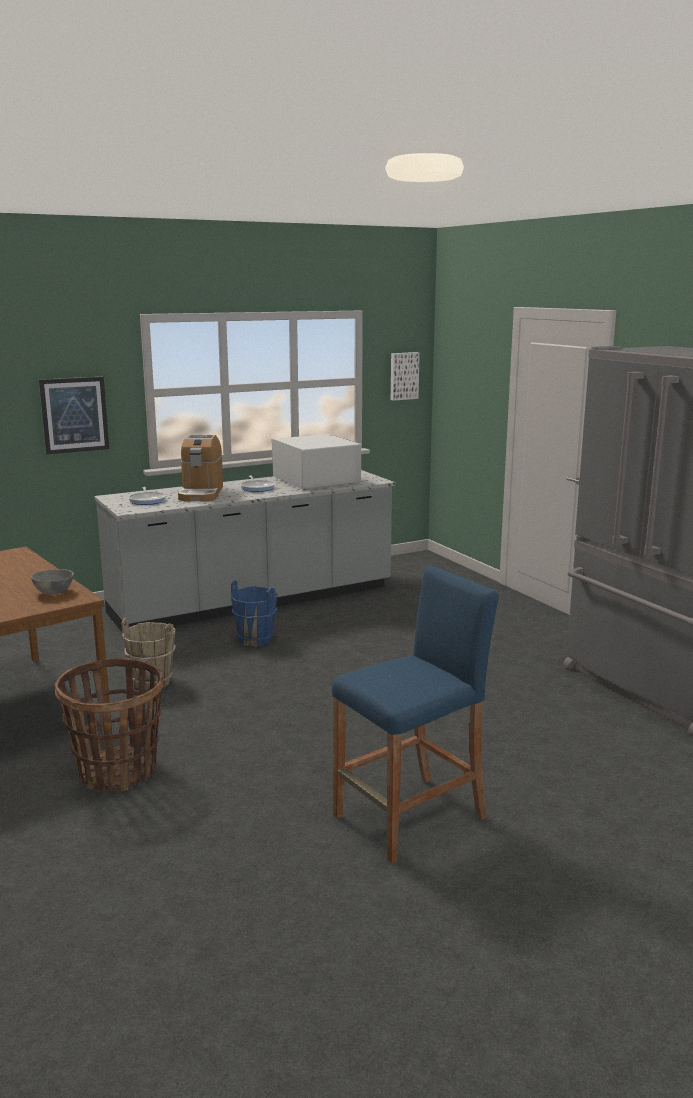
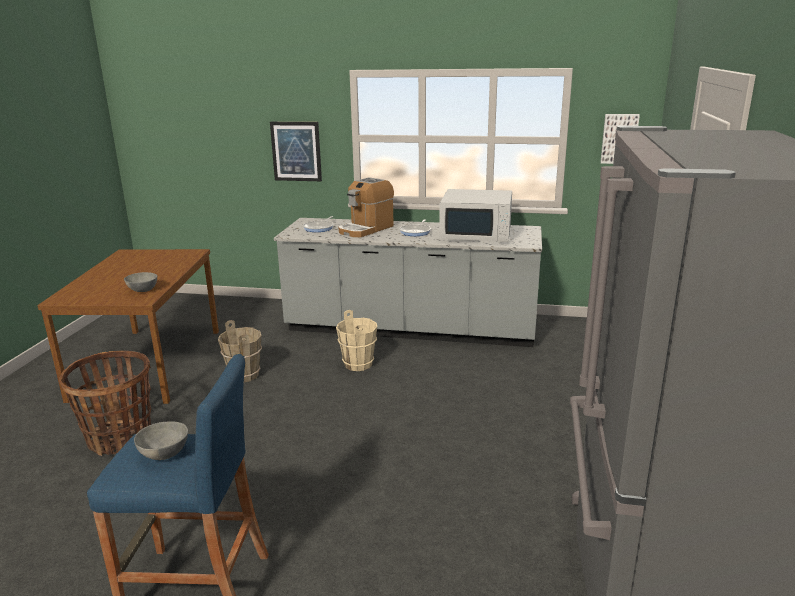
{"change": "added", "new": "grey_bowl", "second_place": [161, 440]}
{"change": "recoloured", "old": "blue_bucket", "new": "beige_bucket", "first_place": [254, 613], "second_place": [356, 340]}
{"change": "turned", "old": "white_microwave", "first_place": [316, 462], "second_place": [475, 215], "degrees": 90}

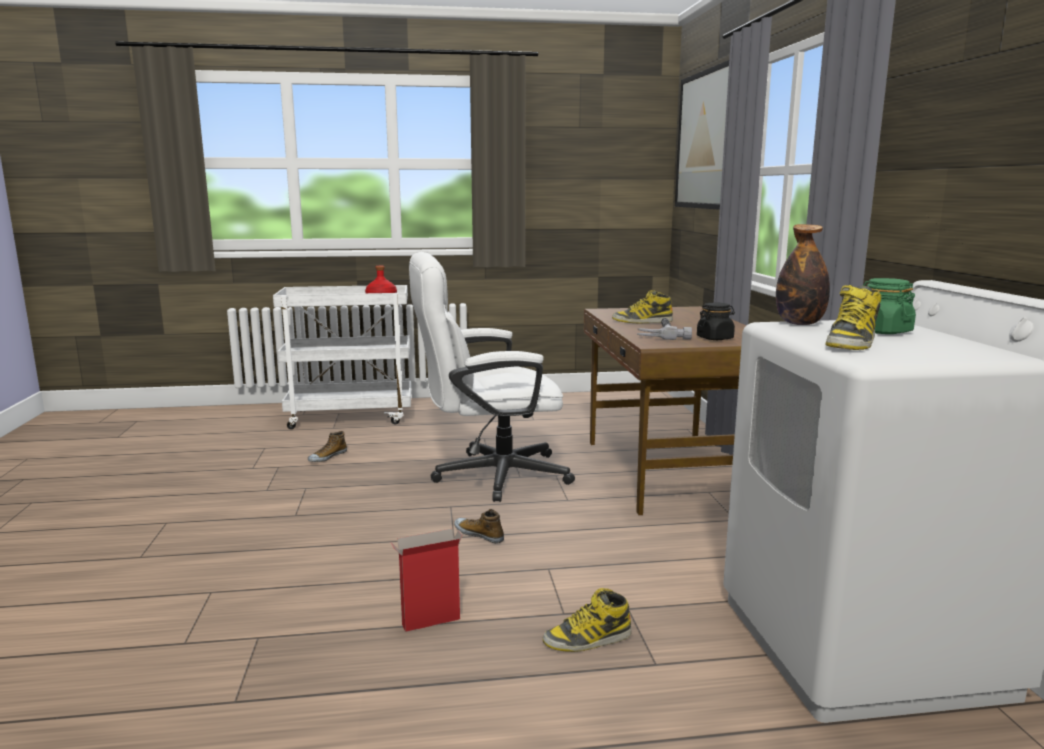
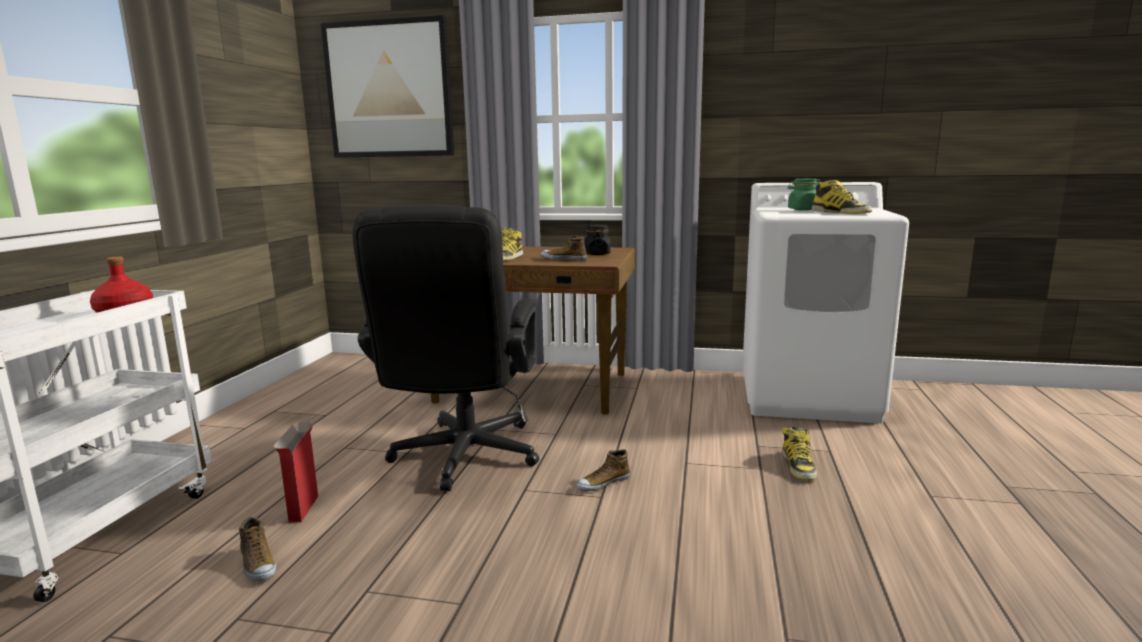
{"change": "removed", "old": "bottle", "first_place": [803, 274]}
{"change": "moved", "old": "cardboard_box", "first_place": [427, 580], "second_place": [295, 472]}
{"change": "replaced", "old": "hammer", "new": "shoe", "first_place": [664, 329], "second_place": [564, 248]}
{"change": "recoloured", "old": "white_office_chair", "new": "black_office_chair", "first_place": [492, 377], "second_place": [446, 347]}

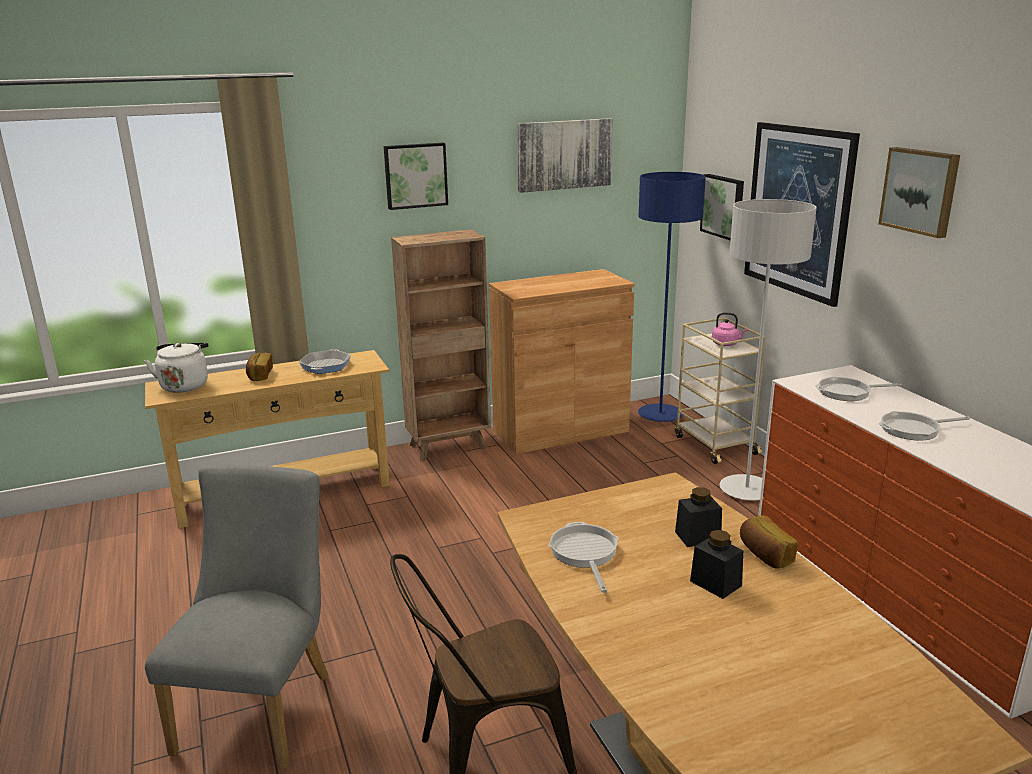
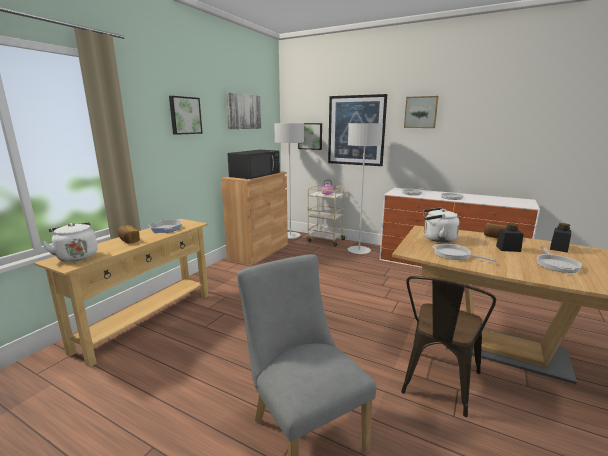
{"change": "removed", "old": "brown_bookcase", "first_place": [441, 345]}
{"change": "added", "new": "black_microwave", "second_place": [253, 164]}
{"change": "added", "new": "white_kettle", "second_place": [441, 225]}
{"change": "added", "new": "frying_pan", "second_place": [559, 259]}
{"change": "moved", "old": "black_jar", "first_place": [698, 517], "second_place": [560, 238]}
{"change": "recoloured", "old": "blue_floor_lamp", "new": "grey_floor_lamp", "first_place": [672, 297], "second_place": [289, 181]}

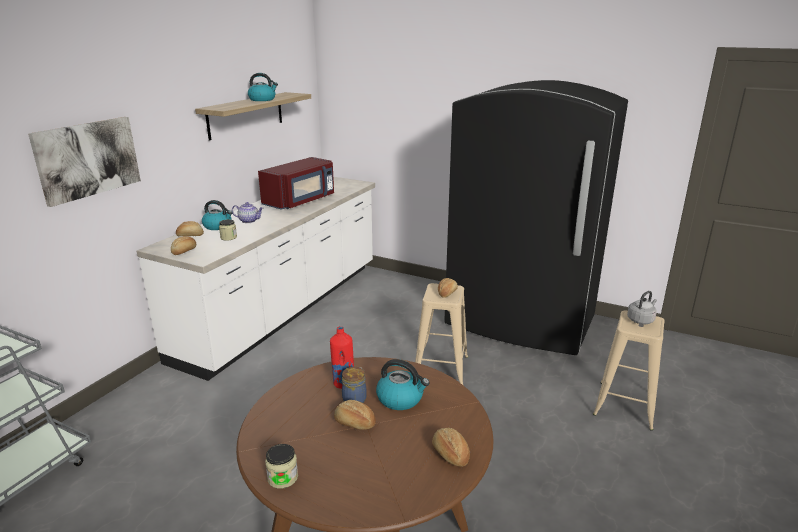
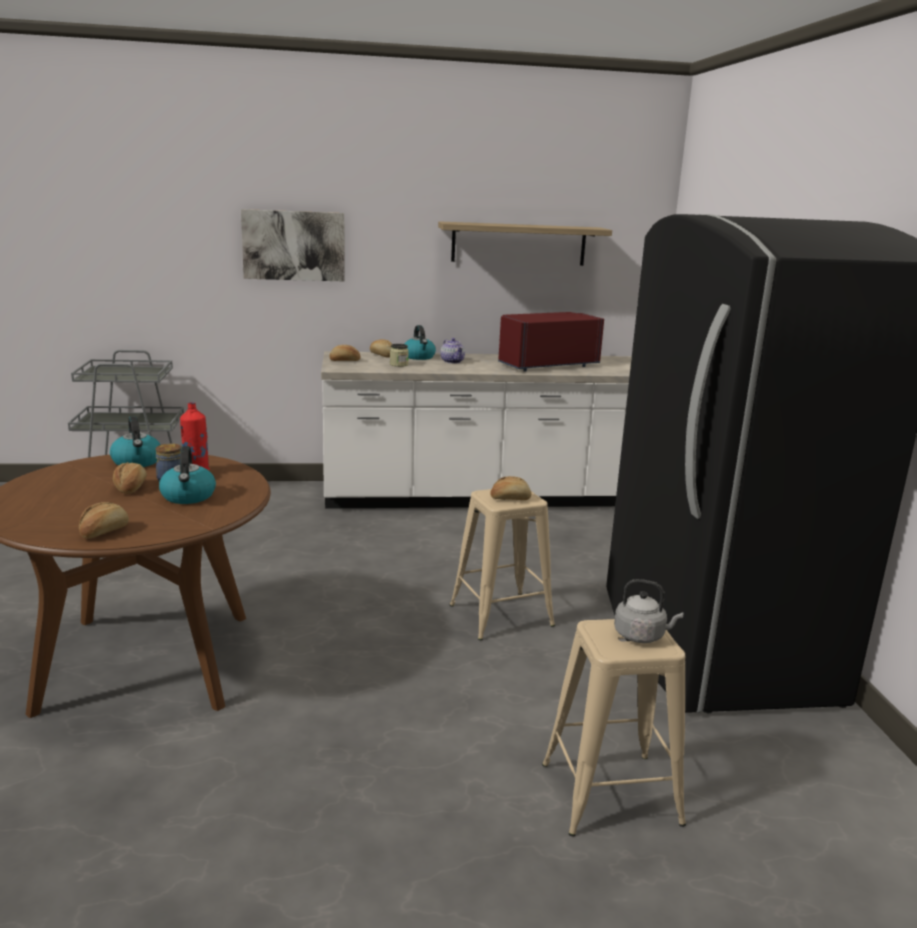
{"change": "removed", "old": "jar", "first_place": [281, 466]}
{"change": "moved", "old": "kettle", "first_place": [263, 87], "second_place": [135, 441]}
{"change": "turned", "old": "red_microwave", "first_place": [296, 183], "second_place": [551, 342], "degrees": 150}

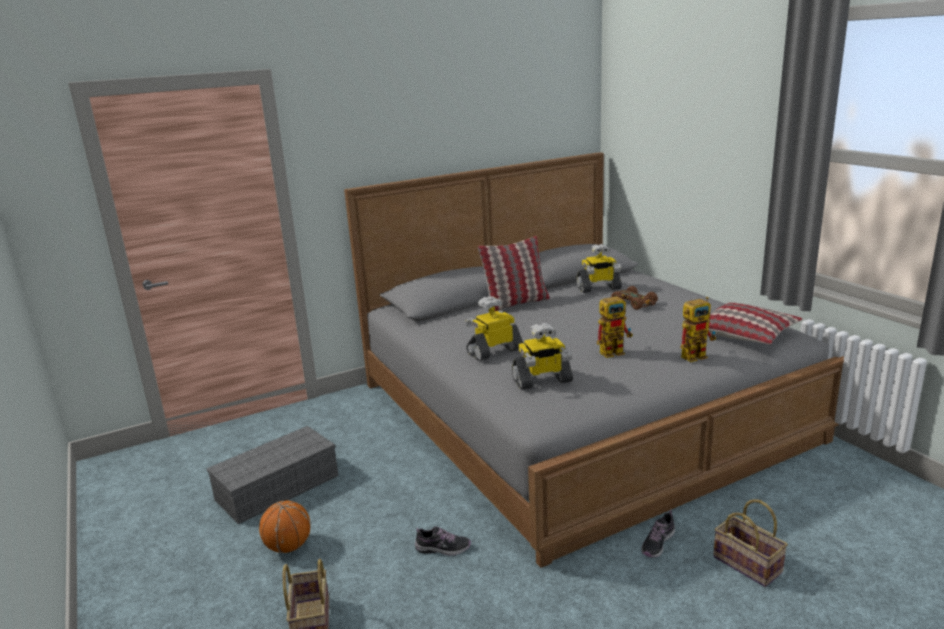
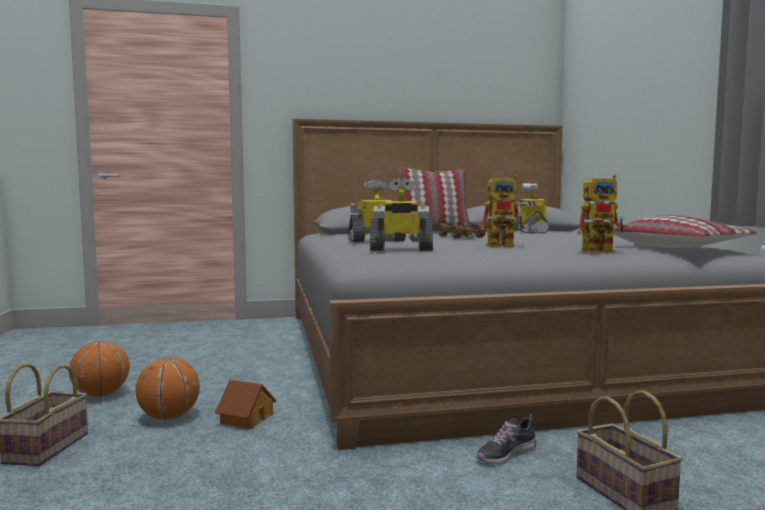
{"change": "removed", "old": "grey_storage_box", "first_place": [272, 475]}
{"change": "added", "new": "basketball", "second_place": [168, 388]}
{"change": "moved", "old": "brown_toy_car", "first_place": [634, 298], "second_place": [462, 231]}
{"change": "replaced", "old": "shoe", "new": "toy_house", "first_place": [443, 540], "second_place": [245, 404]}
{"change": "turned", "old": "toy_robot", "first_place": [599, 268], "second_place": [533, 208], "degrees": 90}

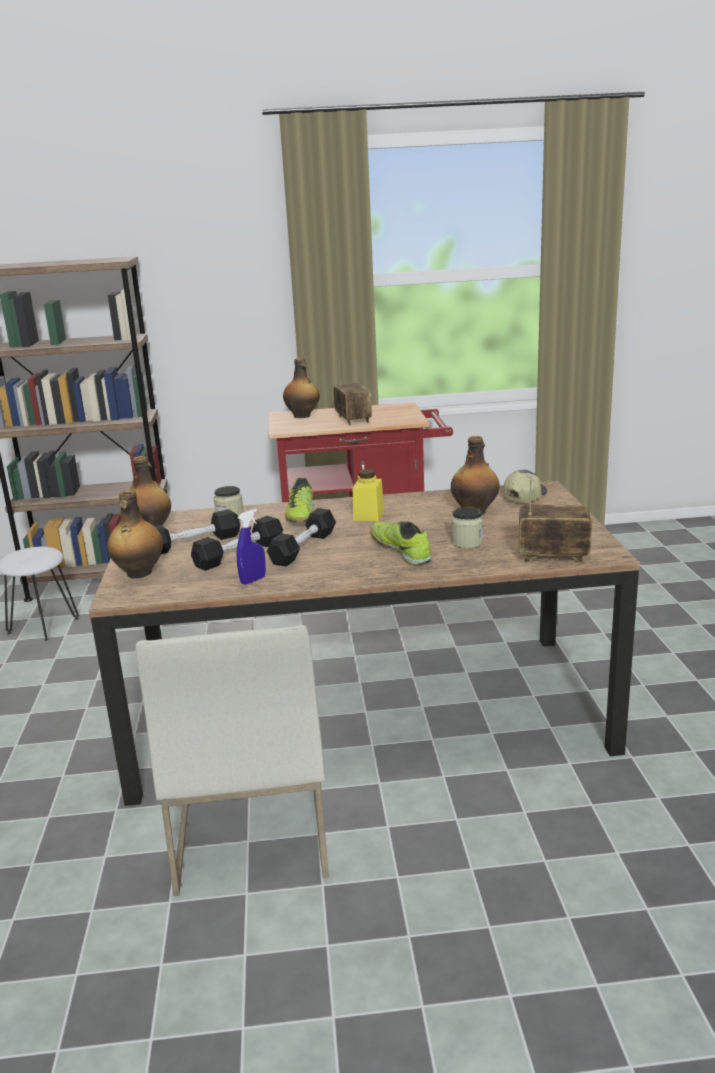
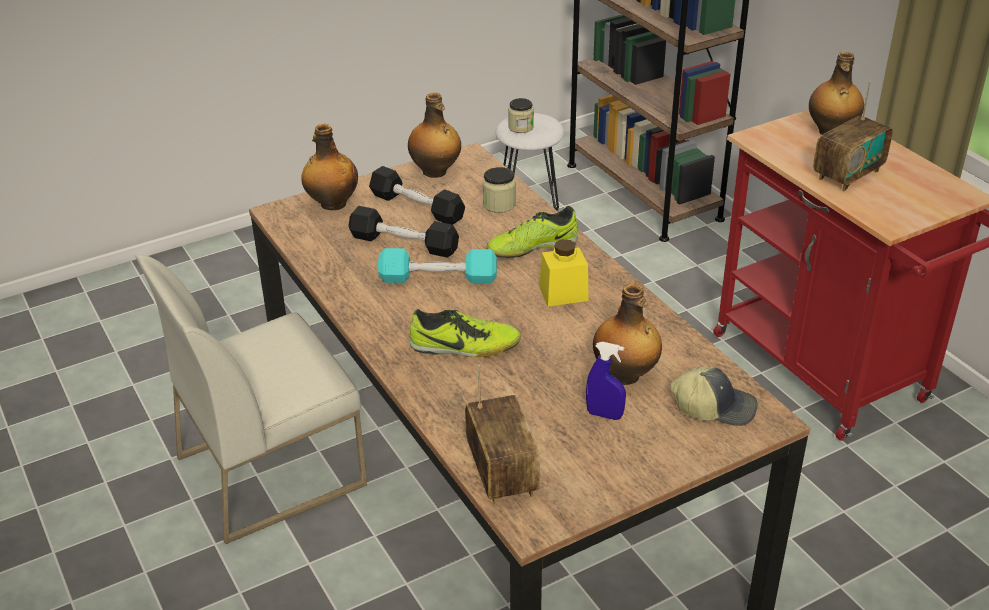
{"change": "moved", "old": "blue_spray_bottle", "first_place": [251, 547], "second_place": [606, 381]}
{"change": "moved", "old": "jar", "first_place": [467, 528], "second_place": [521, 115]}
{"change": "recoloured", "old": "black_dumbbell", "new": "turquoise_dumbbell", "first_place": [301, 537], "second_place": [437, 266]}
{"change": "turned", "old": "shoe", "first_place": [401, 543], "second_place": [465, 333], "degrees": 60}

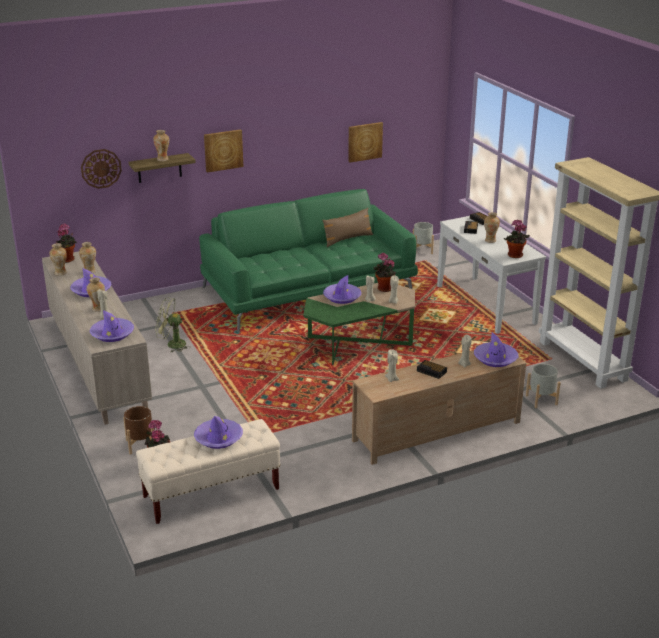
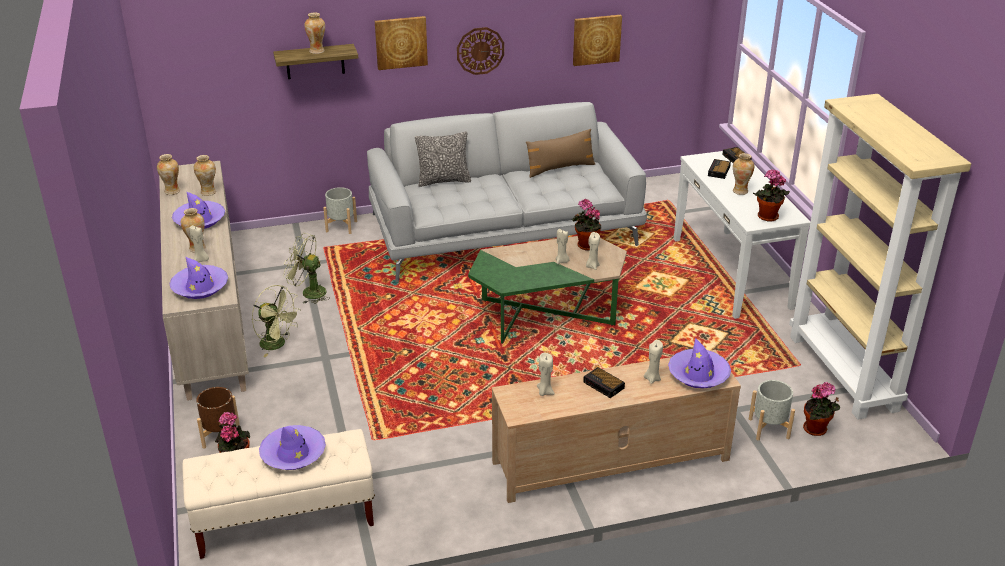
{"change": "removed", "old": "purple_hat", "first_place": [342, 289]}
{"change": "added", "new": "green_fan", "second_place": [275, 321]}
{"change": "added", "new": "pillow", "second_place": [443, 159]}
{"change": "moved", "old": "potted_plant", "first_place": [66, 243], "second_place": [821, 409]}
{"change": "moved", "old": "wall_clock", "first_place": [101, 169], "second_place": [480, 51]}
{"change": "moved", "old": "grey_planter", "first_place": [423, 238], "second_place": [340, 210]}
{"change": "recoloured", "old": "green_sofa", "new": "grey_sofa", "first_place": [308, 260], "second_place": [507, 192]}

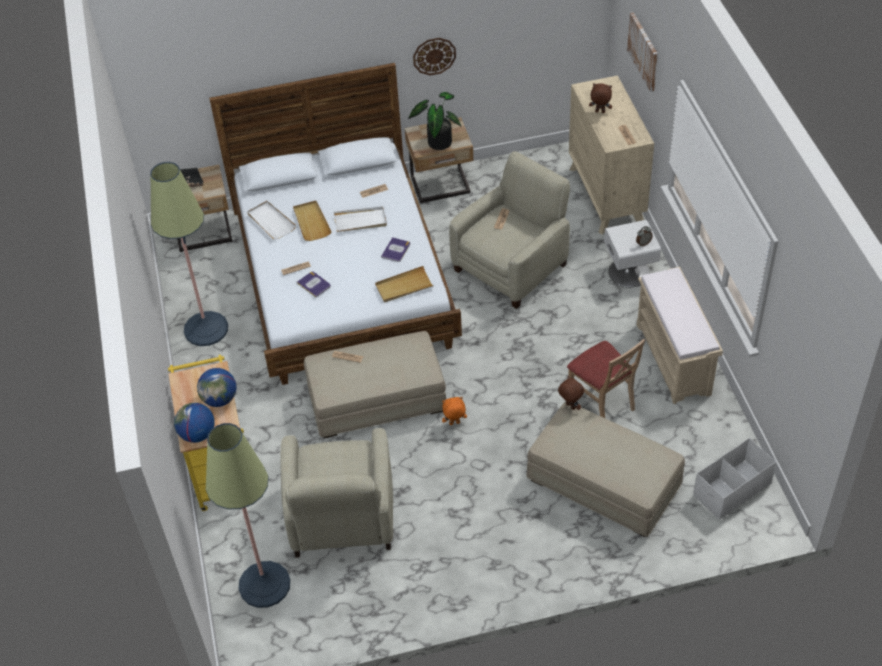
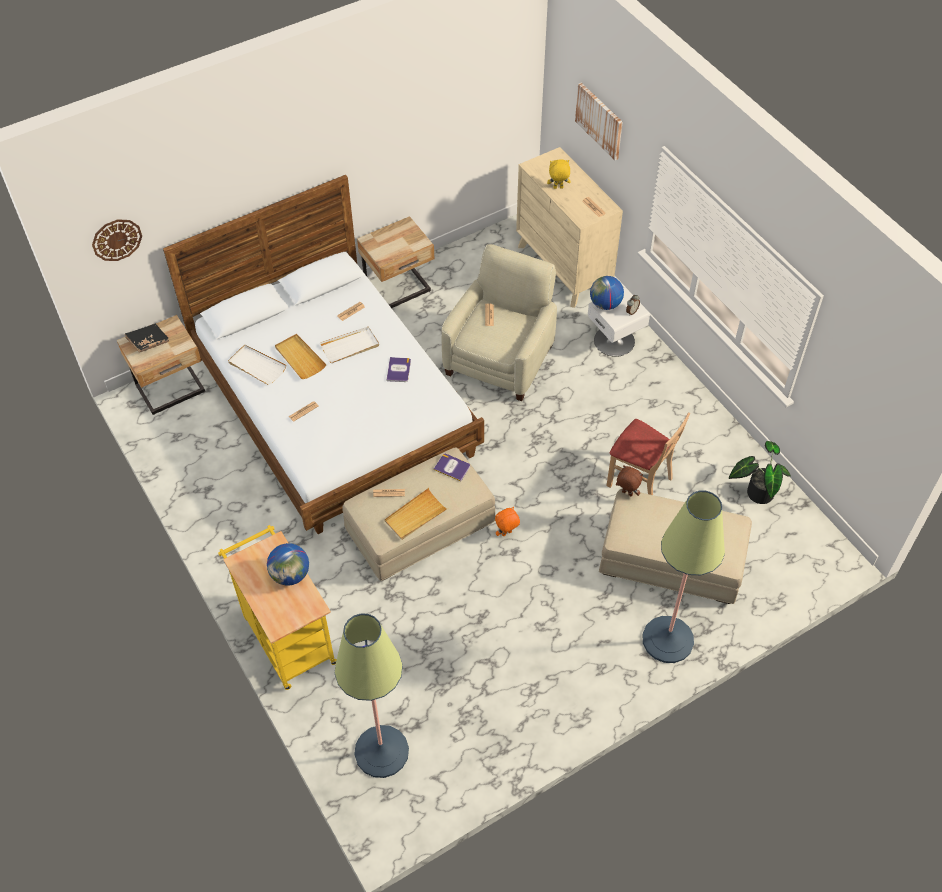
{"change": "removed", "old": "beige_armchair", "first_place": [337, 493]}
{"change": "removed", "old": "beige_bench", "first_place": [680, 335]}
{"change": "removed", "old": "white_storage_box", "first_place": [734, 479]}
{"change": "moved", "old": "floor_lamp", "first_place": [189, 254], "second_place": [683, 576]}
{"change": "moved", "old": "globe", "first_place": [194, 423], "second_place": [607, 293]}
{"change": "moved", "old": "book", "first_place": [314, 284], "second_place": [451, 467]}
{"change": "moved", "old": "beige_tray", "first_place": [404, 284], "second_place": [415, 514]}
{"change": "moved", "old": "potted_plant", "first_place": [434, 121], "second_place": [760, 472]}
{"change": "moved", "old": "wall_clock", "first_place": [434, 56], "second_place": [117, 240]}
{"change": "recoloured", "old": "brown_plush_toy", "new": "yellow_plush_toy", "first_place": [600, 98], "second_place": [559, 174]}

